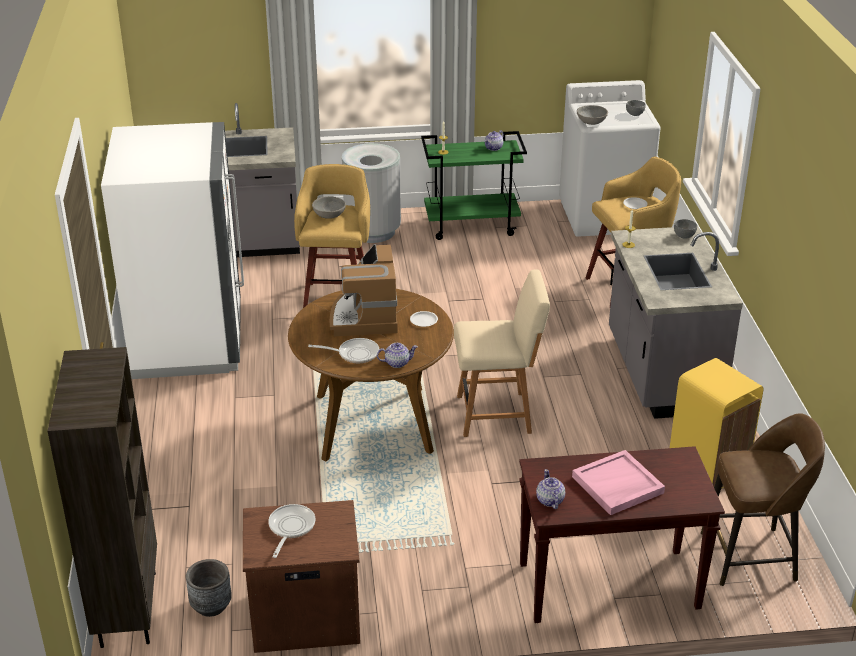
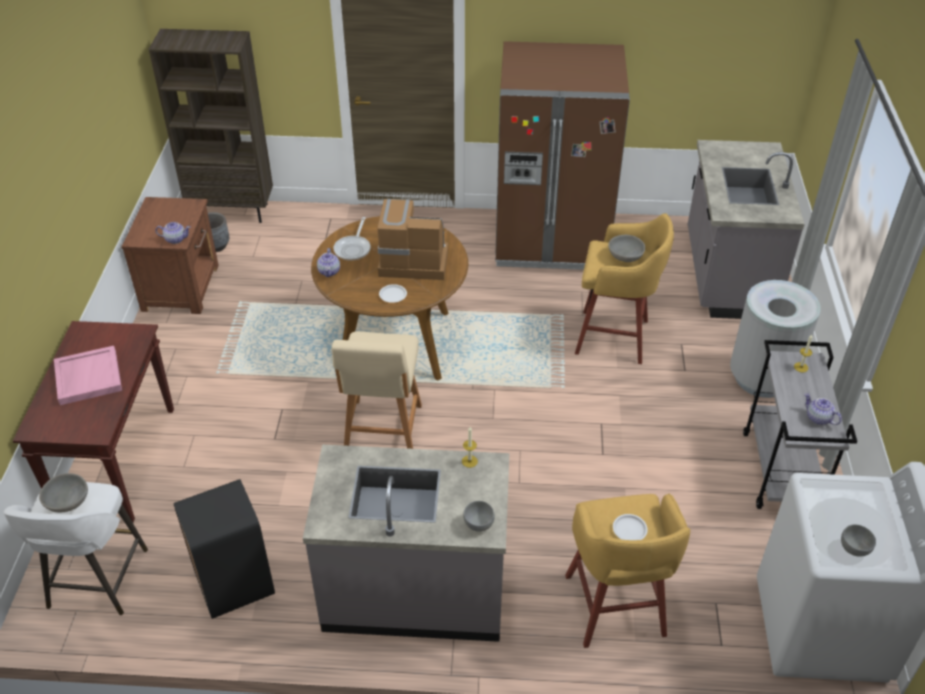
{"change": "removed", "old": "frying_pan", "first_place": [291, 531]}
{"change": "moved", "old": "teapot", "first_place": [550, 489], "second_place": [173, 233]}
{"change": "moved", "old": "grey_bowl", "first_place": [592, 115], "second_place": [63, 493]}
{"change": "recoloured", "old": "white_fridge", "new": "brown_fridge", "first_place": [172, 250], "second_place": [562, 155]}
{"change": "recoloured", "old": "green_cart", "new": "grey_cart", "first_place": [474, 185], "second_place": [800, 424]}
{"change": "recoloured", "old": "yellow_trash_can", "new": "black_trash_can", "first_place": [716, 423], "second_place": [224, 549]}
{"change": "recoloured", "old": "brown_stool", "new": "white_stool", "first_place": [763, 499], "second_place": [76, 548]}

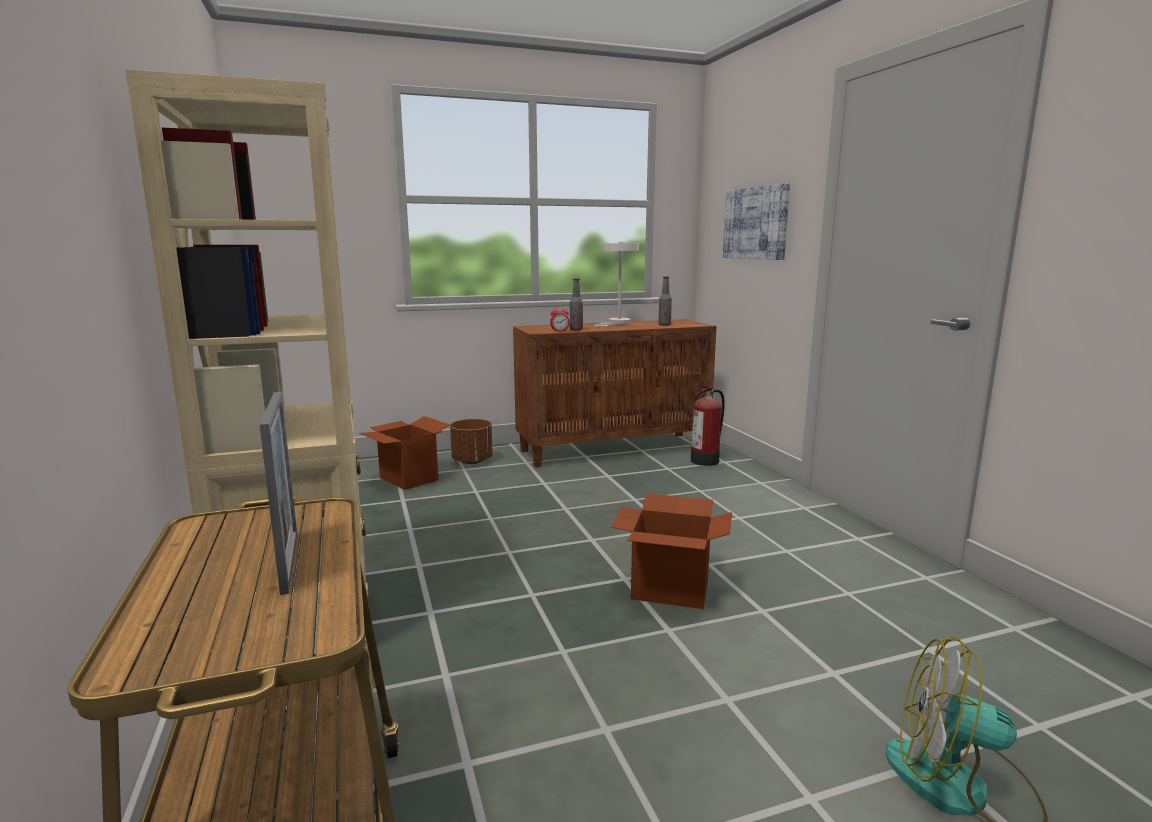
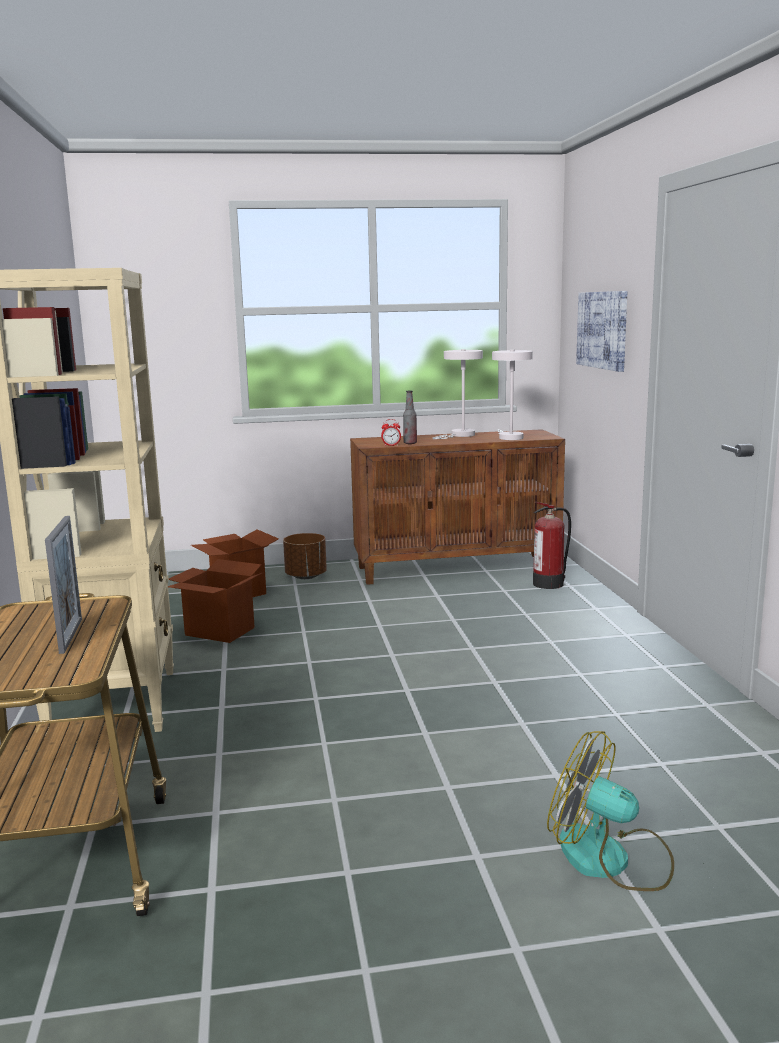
{"change": "moved", "old": "cardboard_box", "first_place": [671, 551], "second_place": [215, 601]}
{"change": "replaced", "old": "bottle", "new": "white_table_lamp", "first_place": [665, 301], "second_place": [512, 395]}

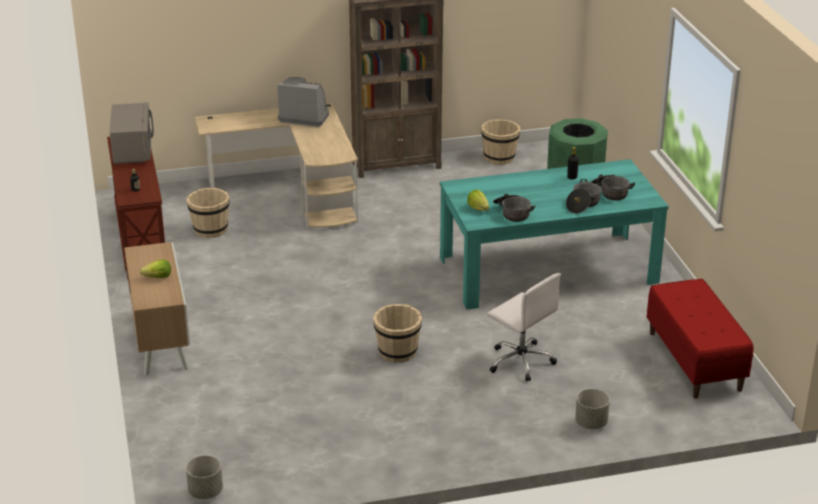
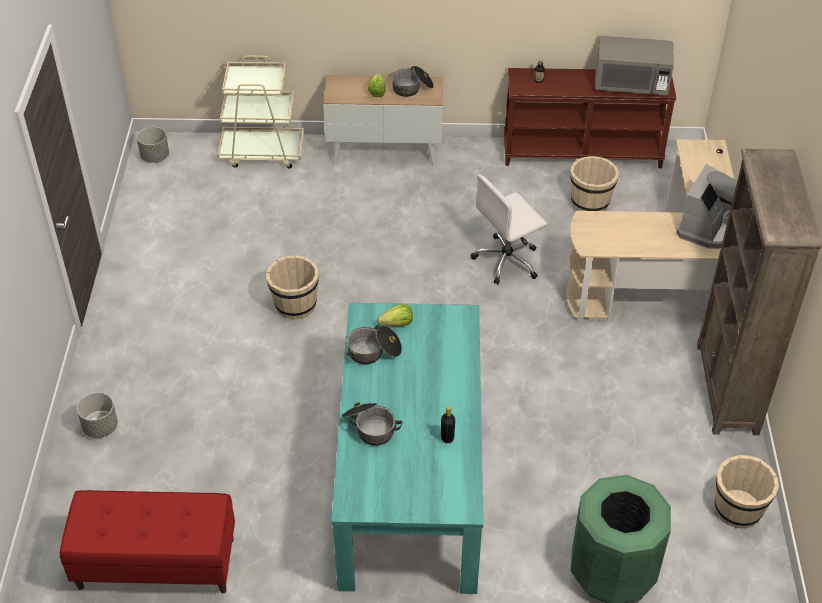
{"change": "added", "new": "beige_cart", "second_place": [260, 112]}
{"change": "moved", "old": "white_office_chair", "first_place": [524, 327], "second_place": [509, 229]}
{"change": "moved", "old": "cooking_pot", "first_place": [613, 187], "second_place": [413, 81]}

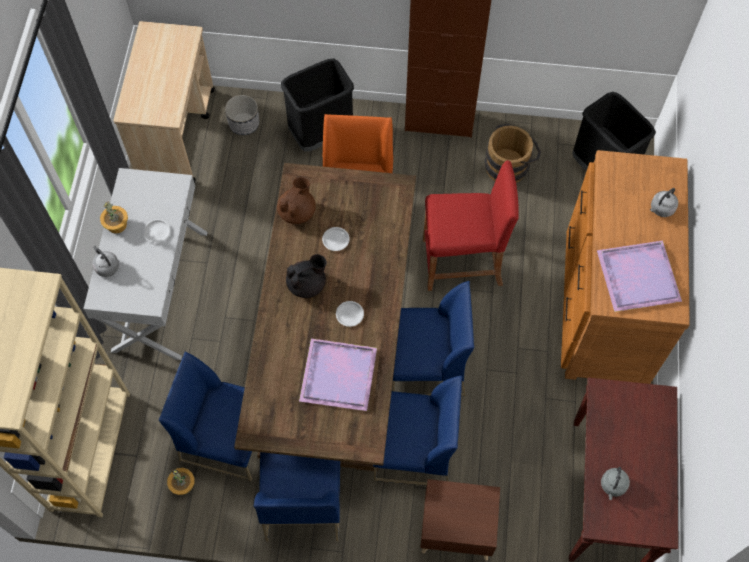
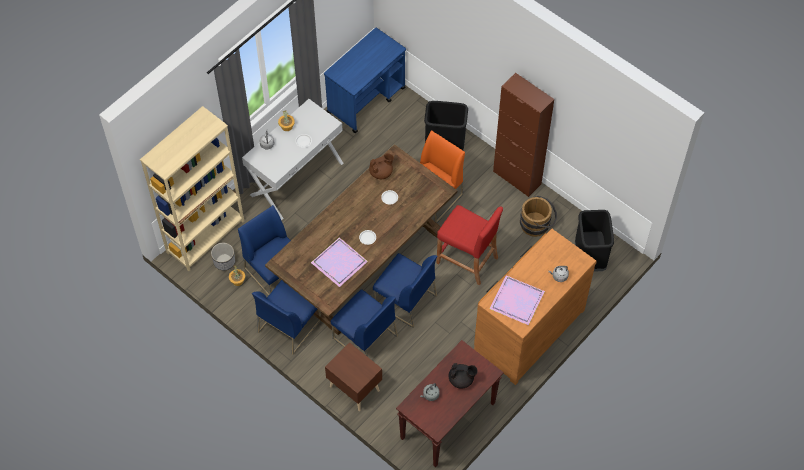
{"change": "moved", "old": "planter", "first_place": [242, 115], "second_place": [223, 256]}
{"change": "moved", "old": "black_teapot", "first_place": [306, 276], "second_place": [463, 376]}
{"change": "recoloured", "old": "beige_cart", "new": "blue_cart", "first_place": [164, 102], "second_place": [365, 80]}

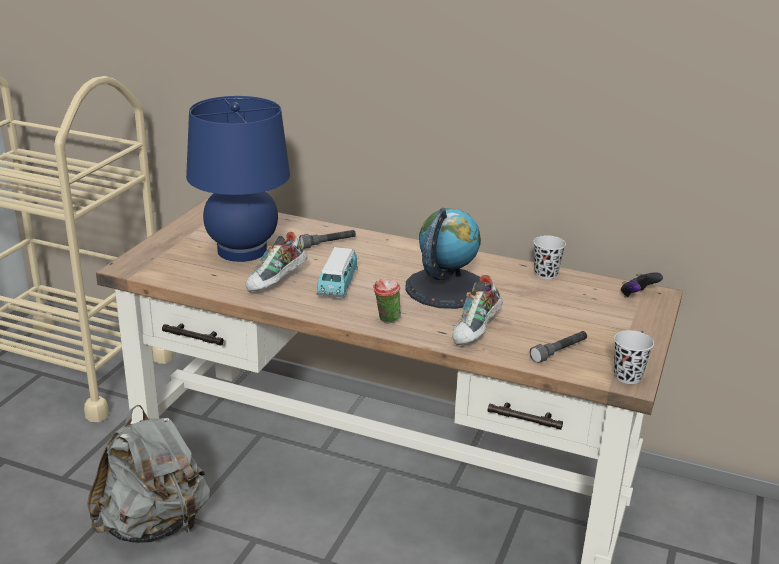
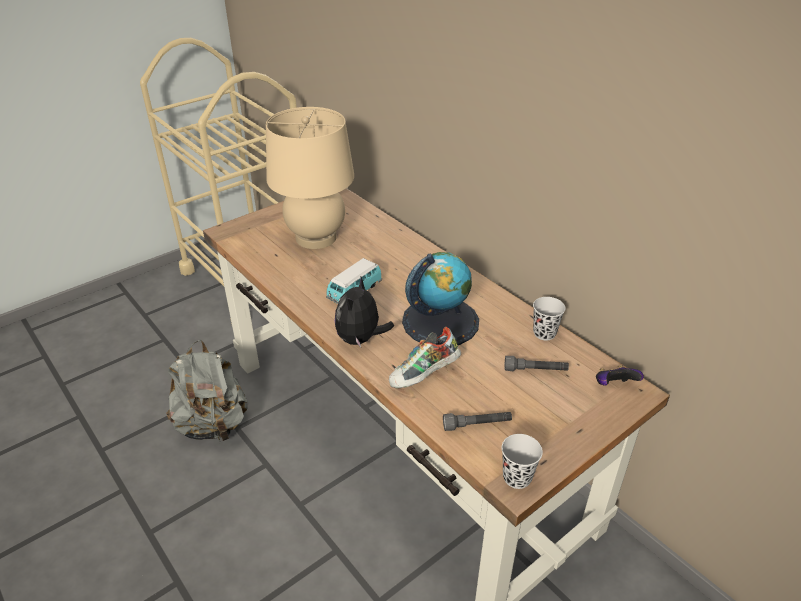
{"change": "removed", "old": "shoe", "first_place": [277, 262]}
{"change": "moved", "old": "grey_flashlight", "first_place": [327, 239], "second_place": [537, 363]}
{"change": "replaced", "old": "cup", "new": "plush_toy", "first_place": [387, 301], "second_place": [364, 312]}
{"change": "recoloured", "old": "blue_table_lamp", "new": "beige_table_lamp", "first_place": [238, 179], "second_place": [310, 178]}

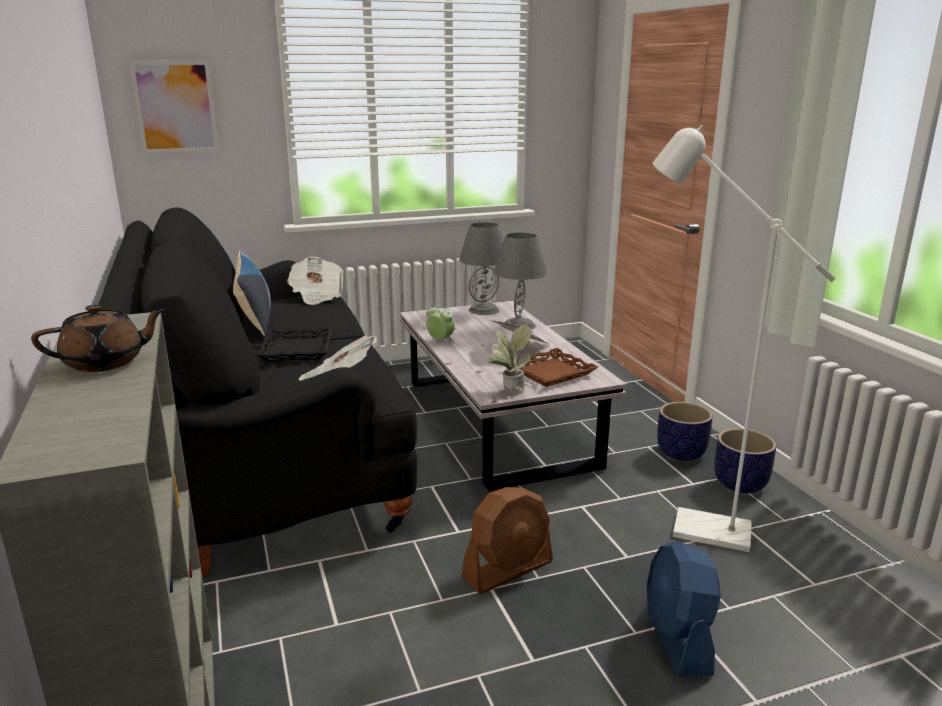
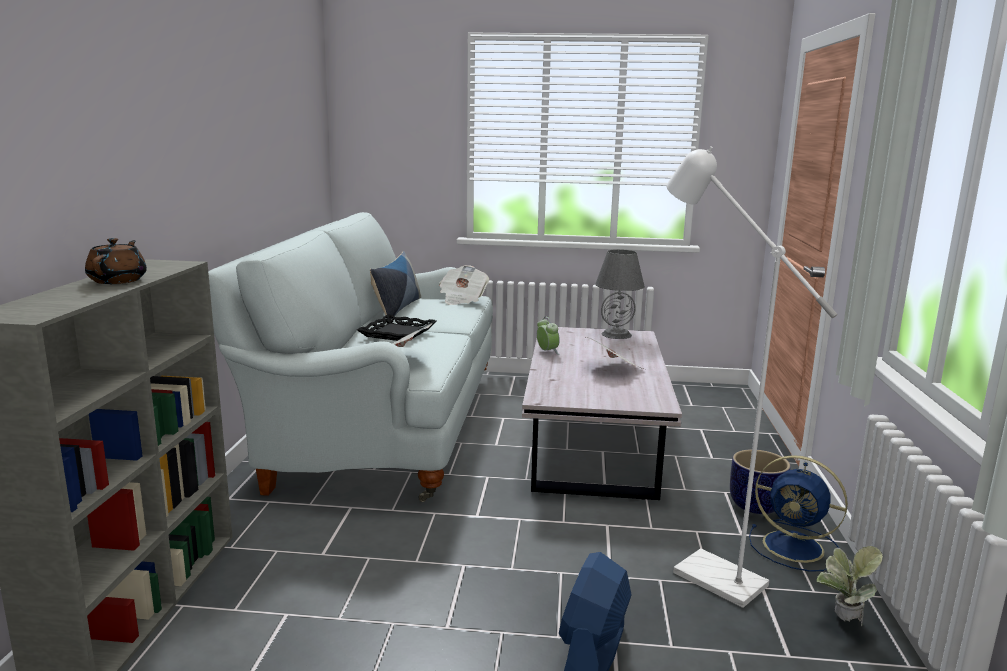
{"change": "removed", "old": "picture", "first_place": [174, 107]}
{"change": "removed", "old": "brown_fan", "first_place": [507, 540]}
{"change": "removed", "old": "grey_table_lamp", "first_place": [520, 281]}
{"change": "removed", "old": "brown_tray", "first_place": [557, 367]}
{"change": "moved", "old": "potted_plant", "first_place": [509, 358], "second_place": [850, 586]}
{"change": "replaced", "old": "planter", "new": "blue_fan", "first_place": [745, 460], "second_place": [798, 513]}
{"change": "recoloured", "old": "black_sofa", "new": "white_sofa", "first_place": [257, 391], "second_place": [350, 357]}
{"change": "turned", "old": "brown_teapot", "first_place": [98, 338], "second_place": [116, 261], "degrees": -90}

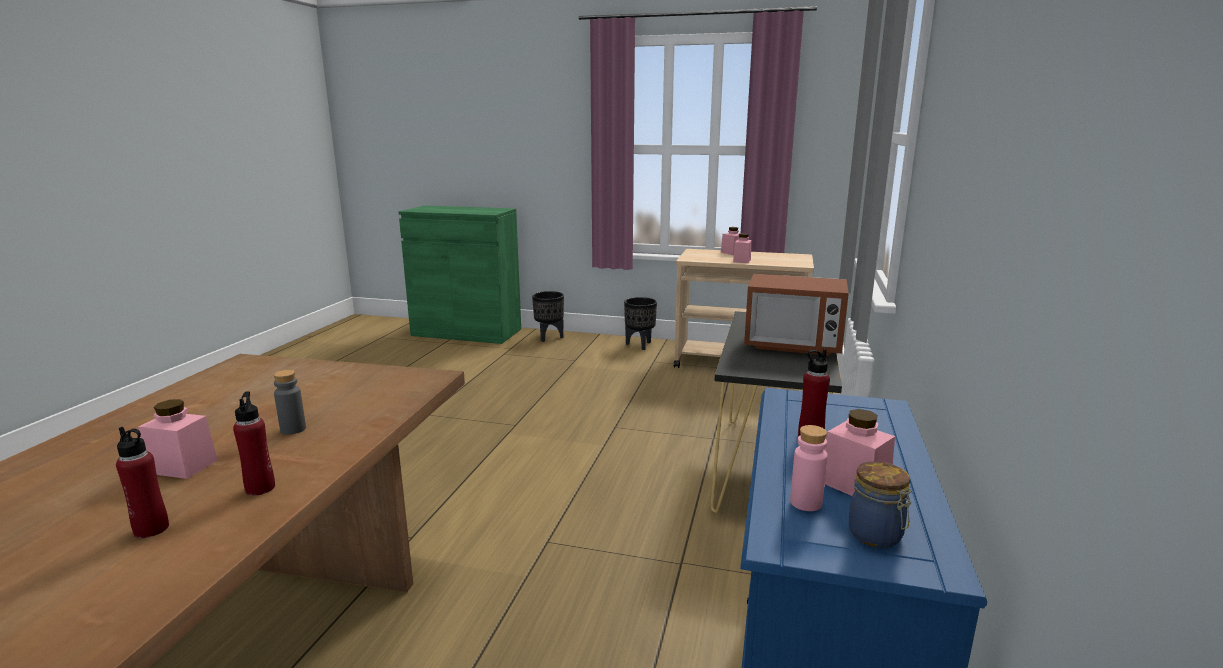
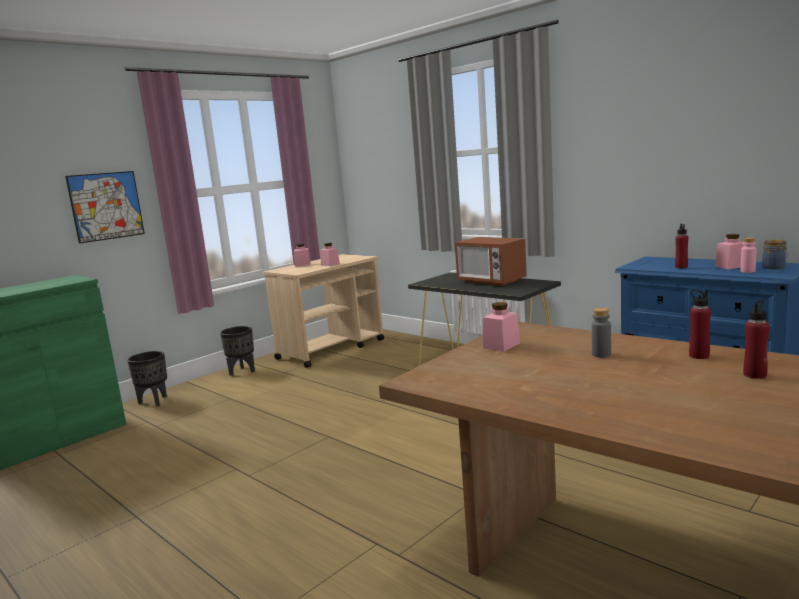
{"change": "added", "new": "picture", "second_place": [105, 207]}
{"change": "moved", "old": "pink_jar", "first_place": [178, 439], "second_place": [501, 327]}
{"change": "turned", "old": "microwave", "first_place": [796, 314], "second_place": [491, 261], "degrees": 90}

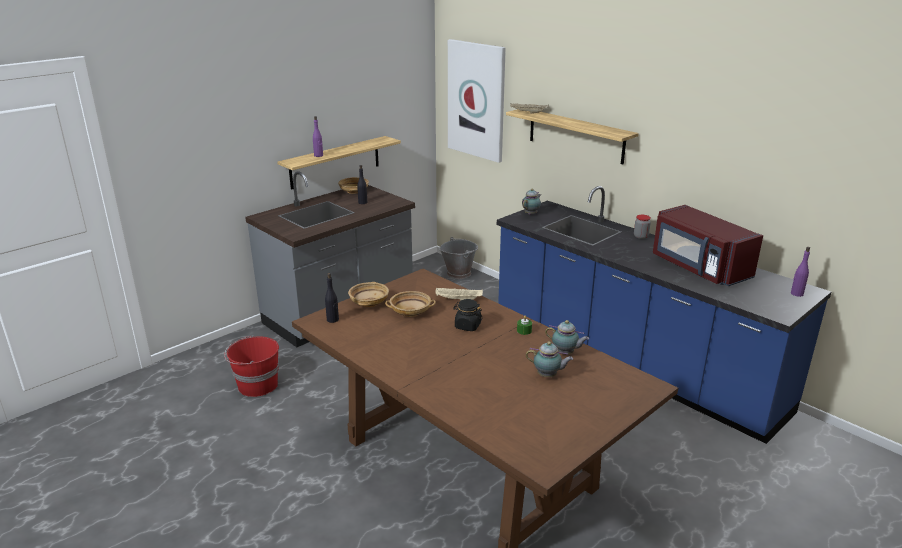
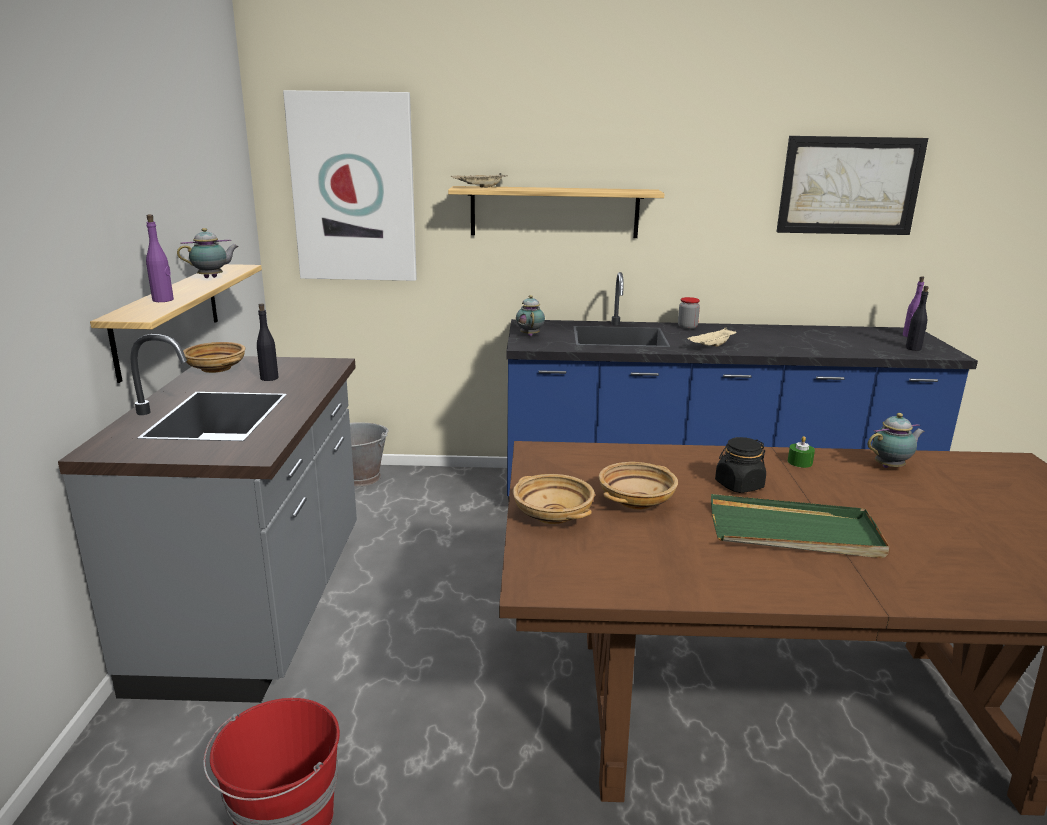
{"change": "removed", "old": "red_microwave", "first_place": [708, 245]}
{"change": "added", "new": "green_tray", "second_place": [800, 526]}
{"change": "added", "new": "picture", "second_place": [852, 185]}
{"change": "moved", "old": "black_bottle", "first_place": [332, 298], "second_place": [917, 318]}
{"change": "moved", "old": "beige_tray", "first_place": [459, 294], "second_place": [712, 337]}
{"change": "moved", "old": "teapot", "first_place": [549, 359], "second_place": [208, 253]}

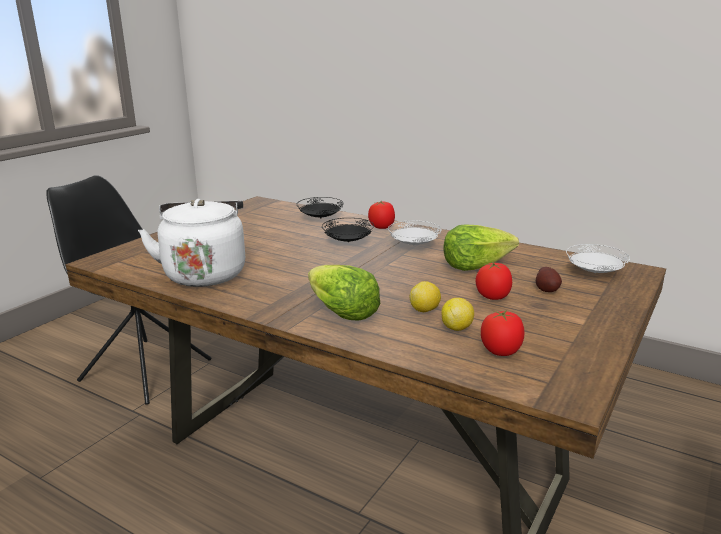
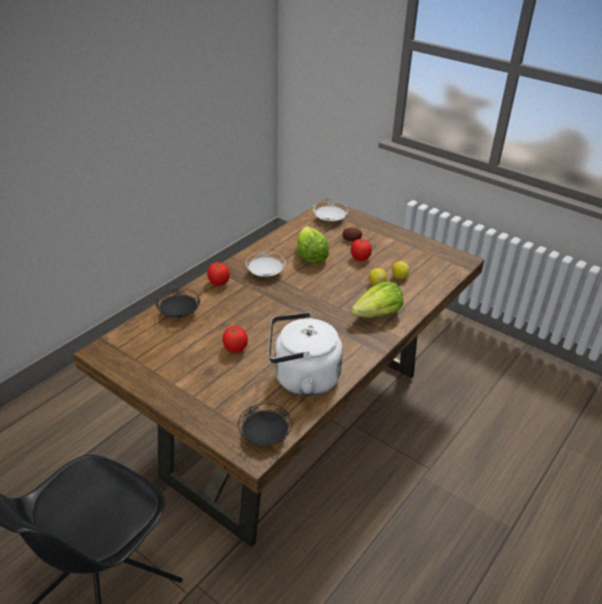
{"change": "moved", "old": "black_plate", "first_place": [348, 230], "second_place": [265, 424]}
{"change": "moved", "old": "tomato", "first_place": [503, 333], "second_place": [235, 339]}

